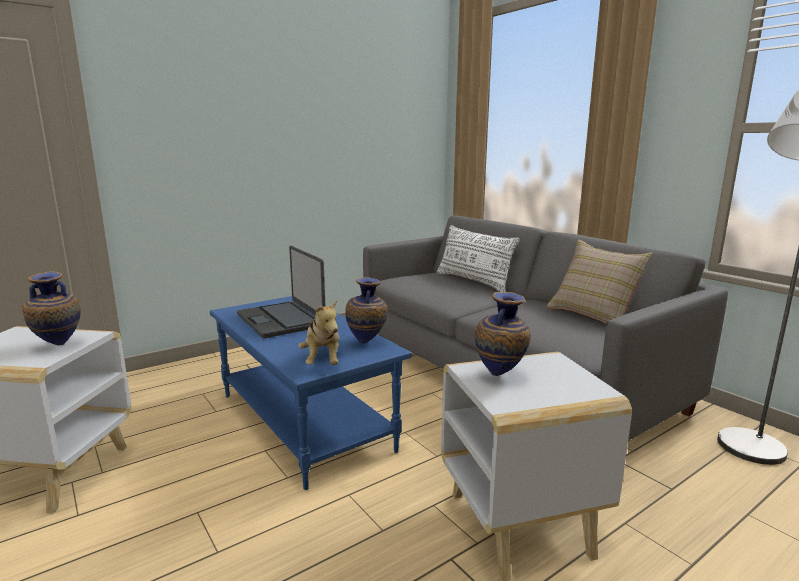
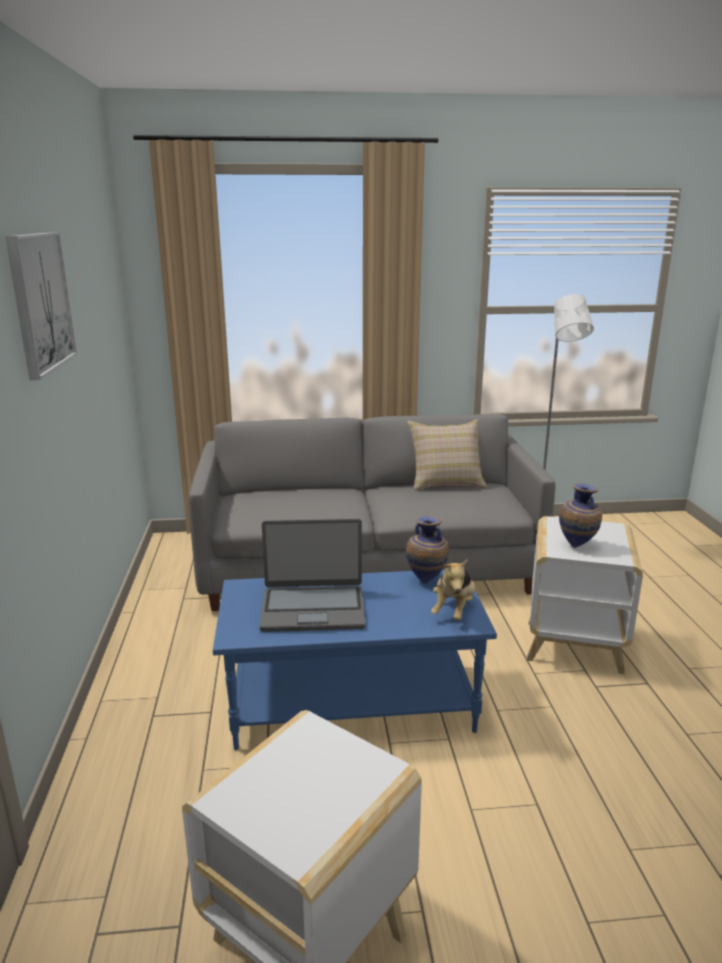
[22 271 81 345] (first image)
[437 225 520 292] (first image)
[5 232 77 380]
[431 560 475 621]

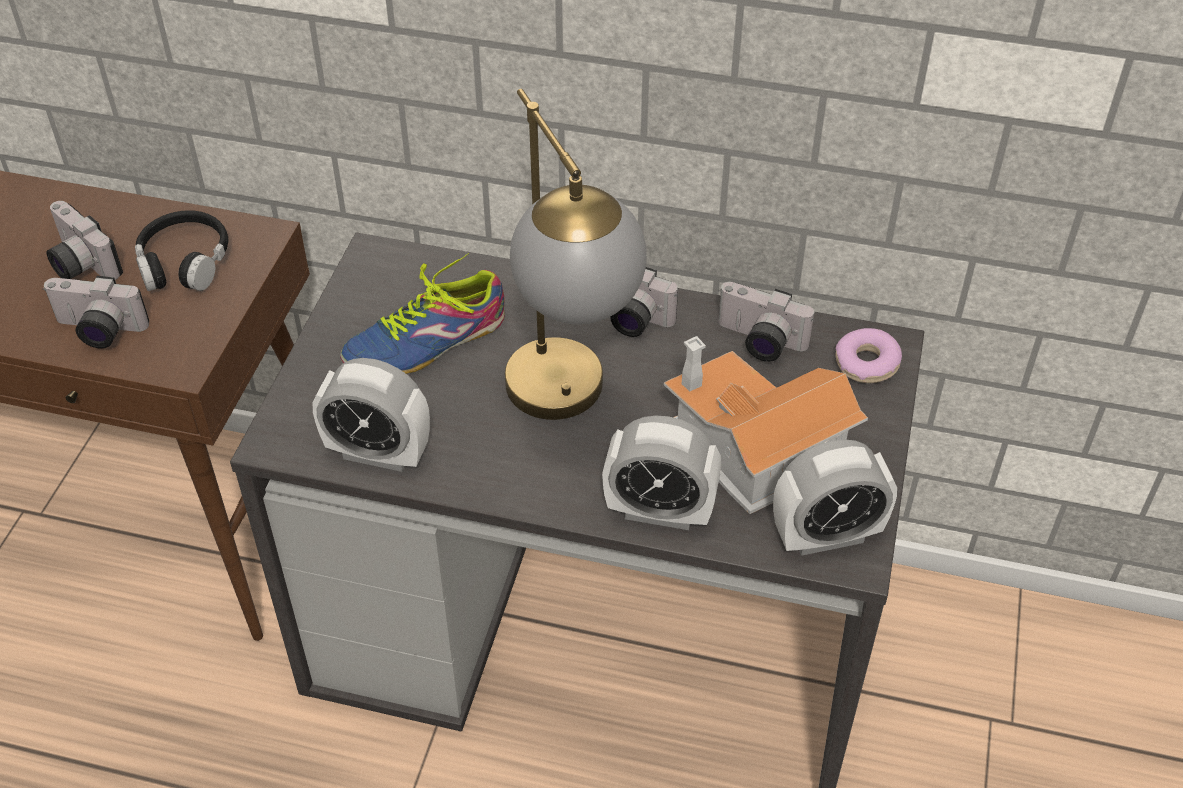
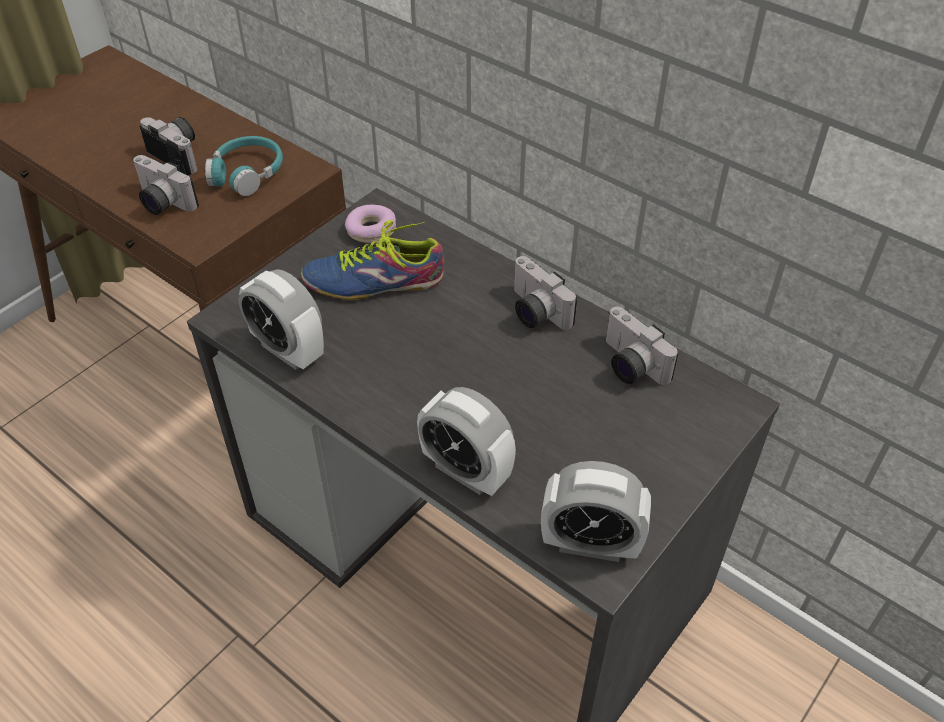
[505 89 647 420] (first image)
[664 336 868 514] (first image)
[345 205 396 243]
[205 136 283 196]
[140 117 197 175]

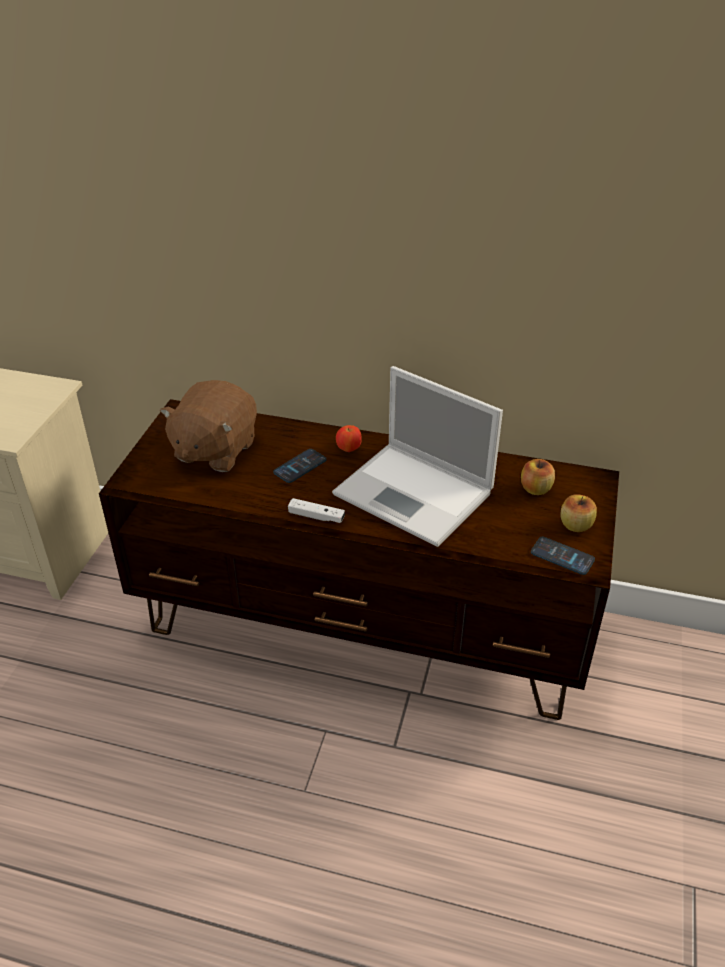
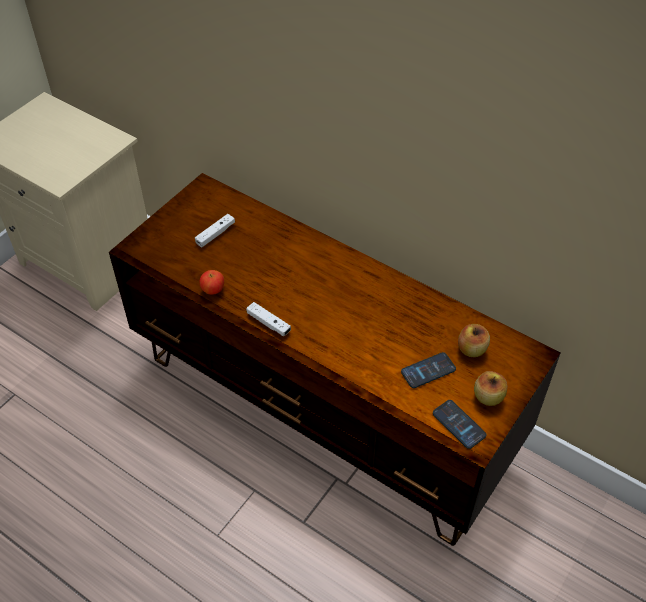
[332 366 503 547] (first image)
[401 352 456 388]
[199 270 224 295]
[195 214 235 247]

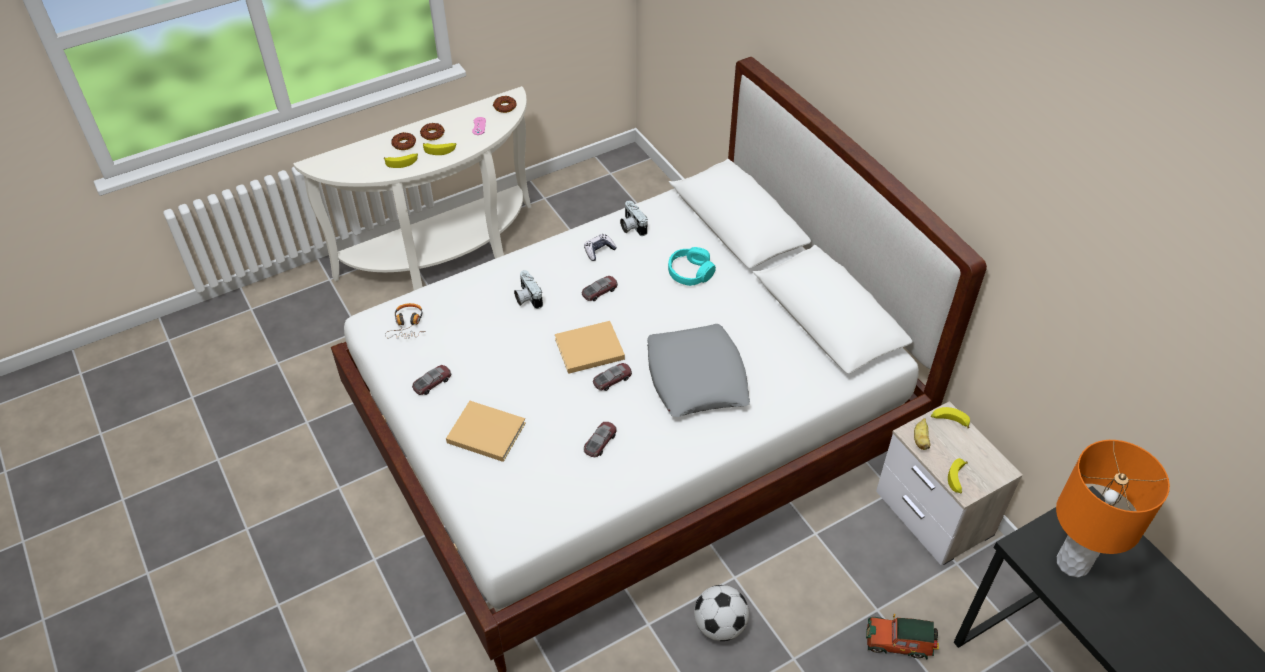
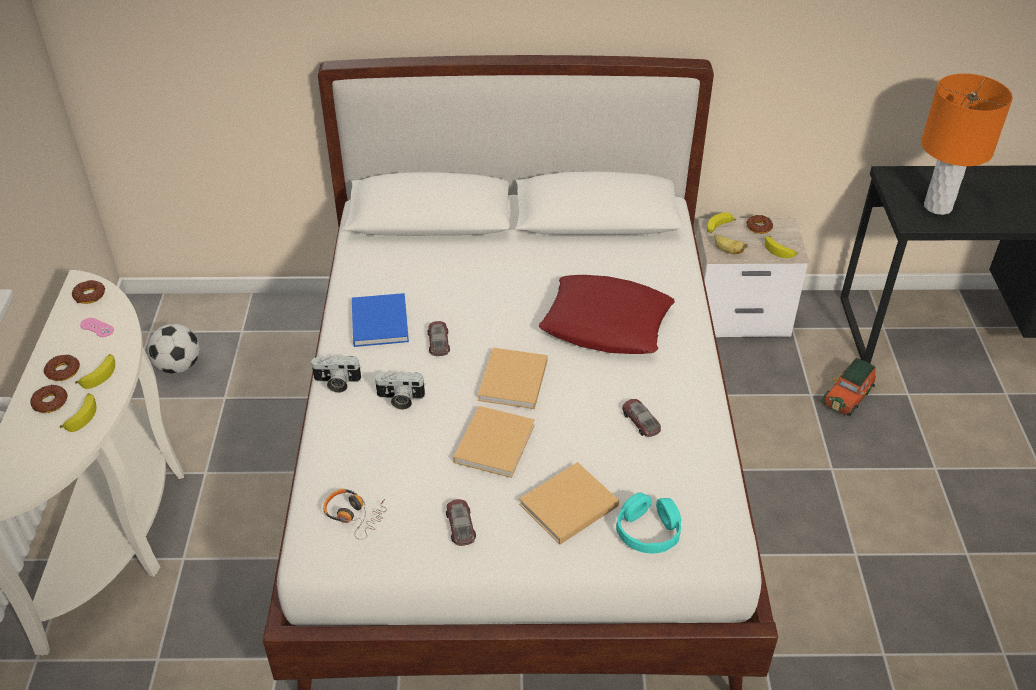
[593 363 632 391] (first image)
[453 406 535 478]
[747 215 773 234]
[310 356 362 393]
[616 492 681 553]
[147 324 200 374]
[352 293 409 347]
[539 275 675 354]

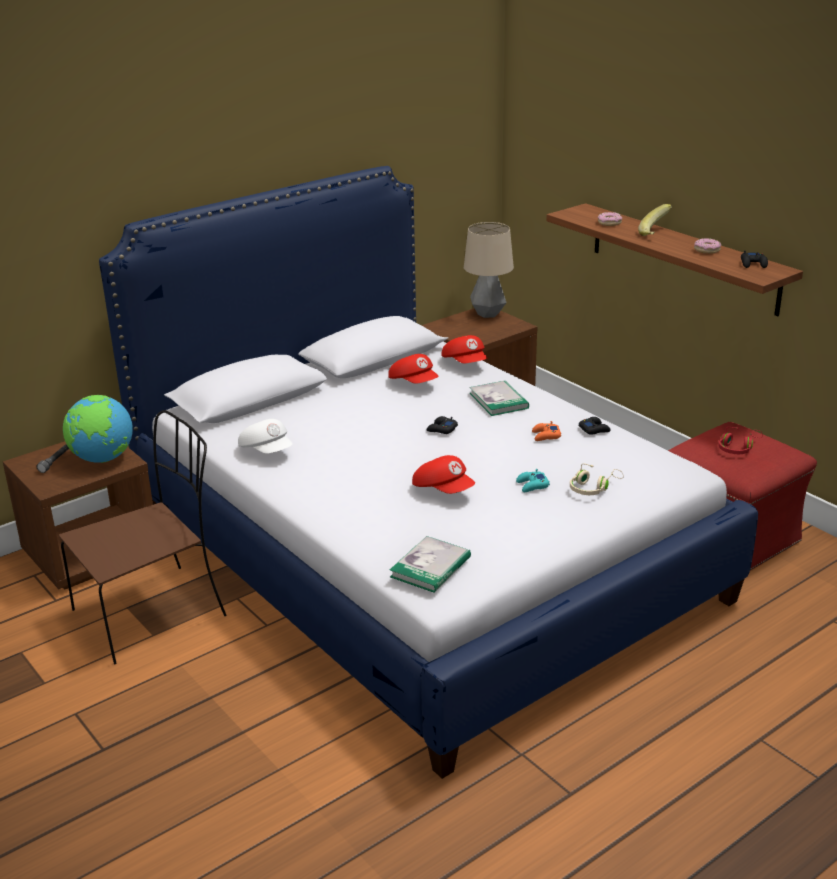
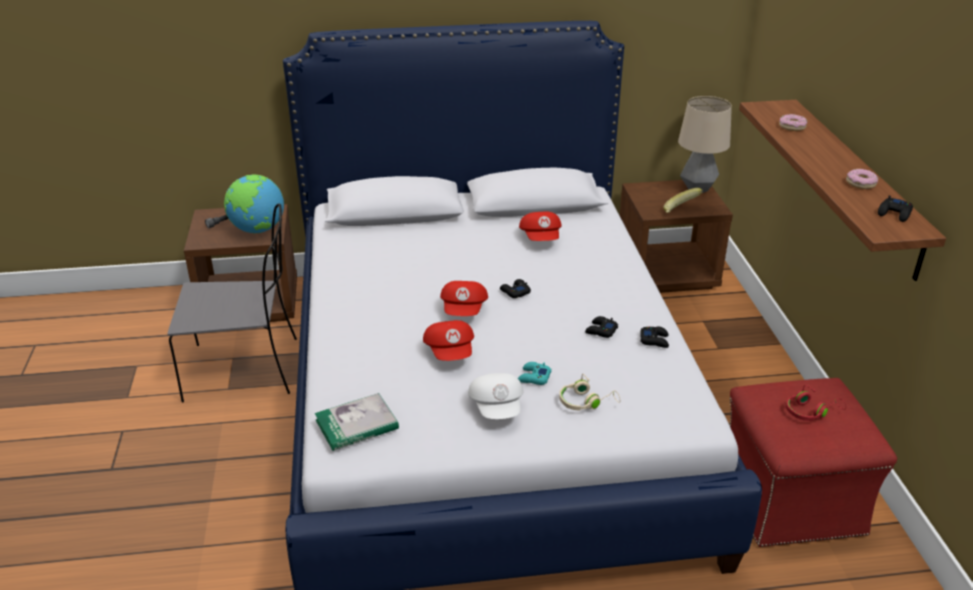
[469 381 529 416] (first image)
[468 373 523 419]
[440 281 488 316]
[663 188 703 213]
[167 204 297 403]
[585 316 618 338]

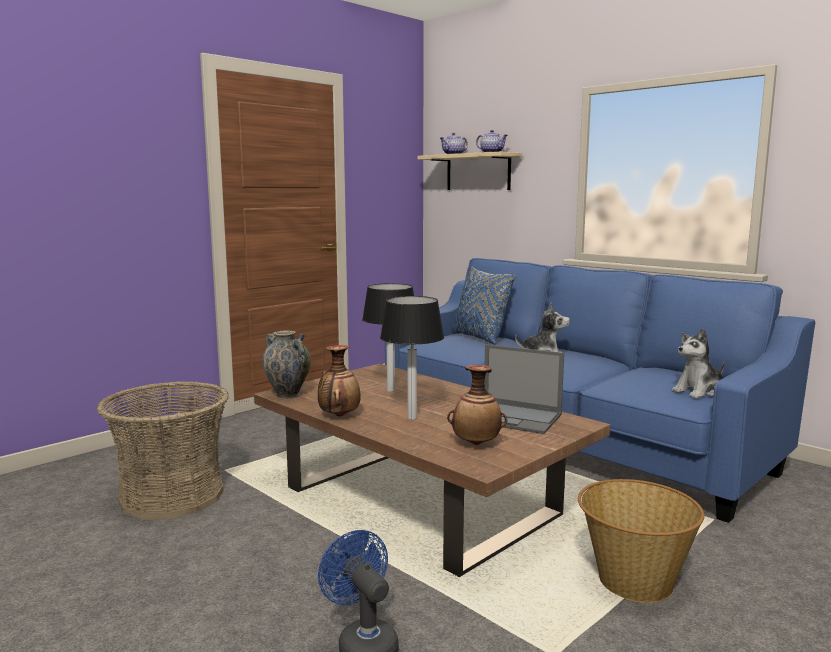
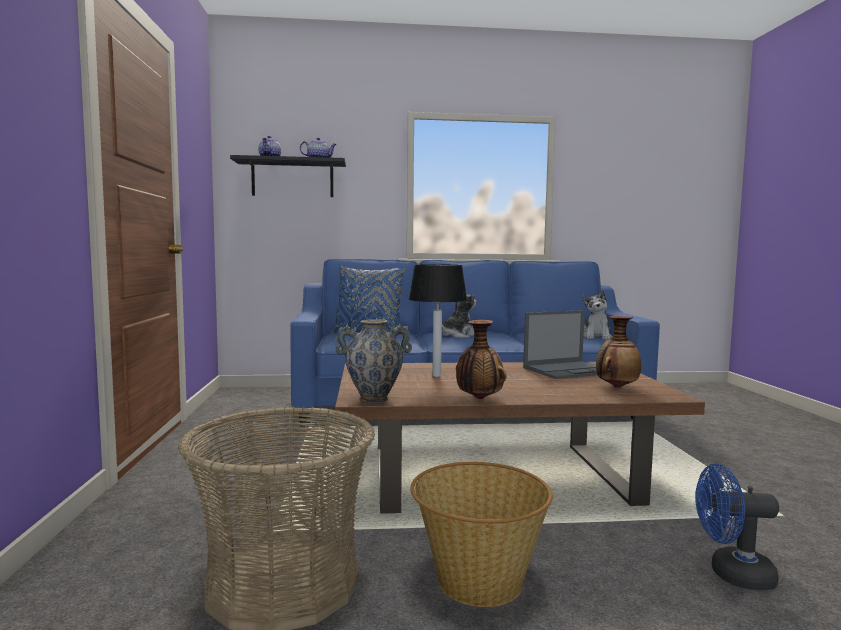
[380 296 444 420] (first image)
[410 462 553 607]
[230 155 346 197]

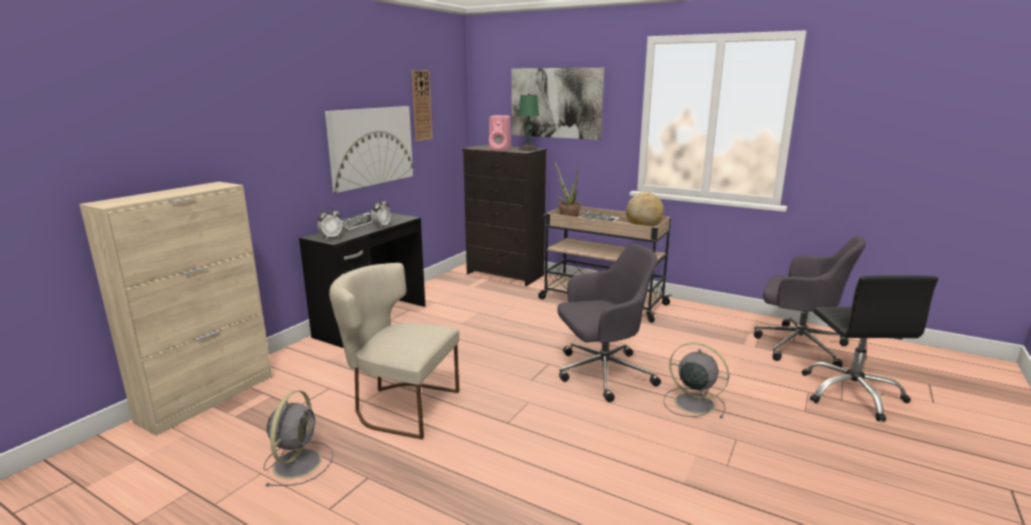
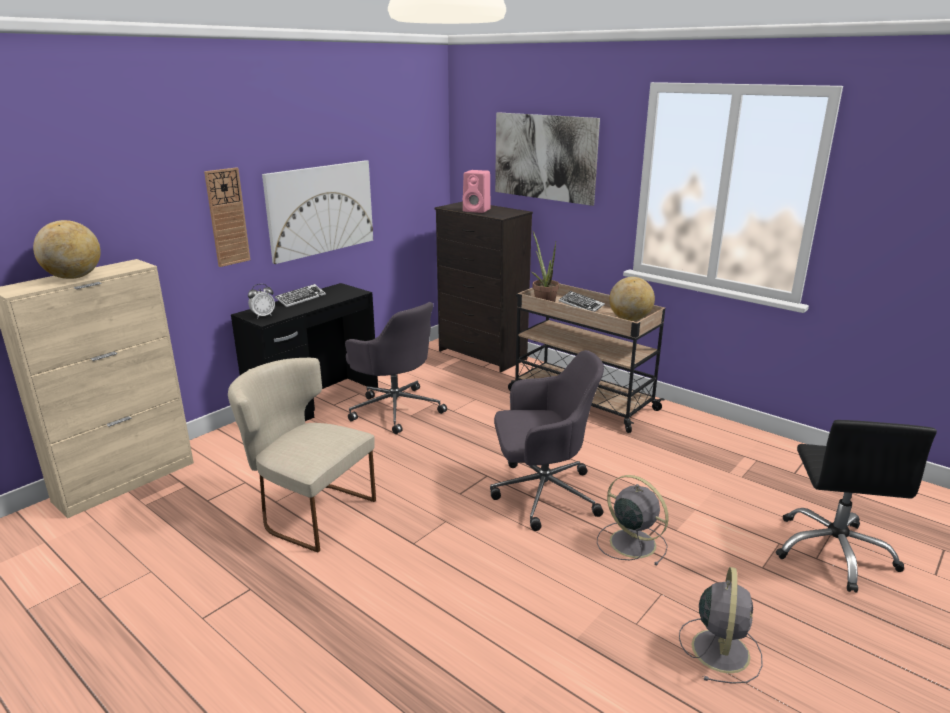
[371 198 390 227] (first image)
[518 93 539 151] (first image)
[33 220 101 279]
[679 567 763 684]
[204 167 250 267]
[345 302 447 434]

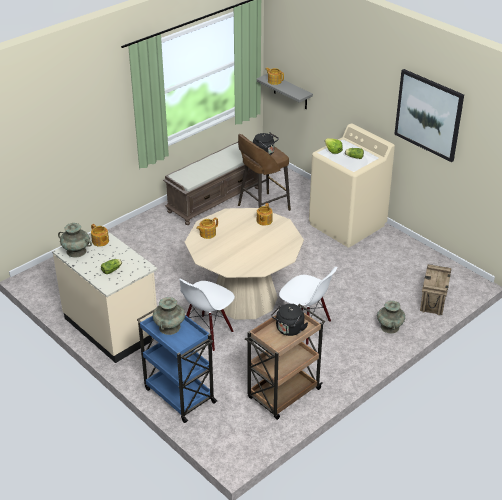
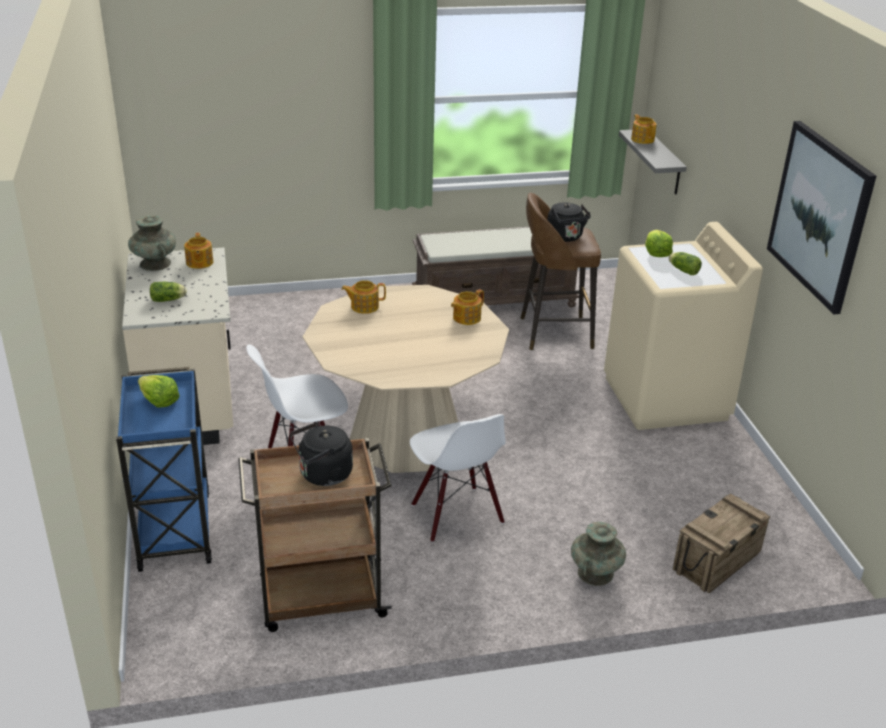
[138 375 180 408]

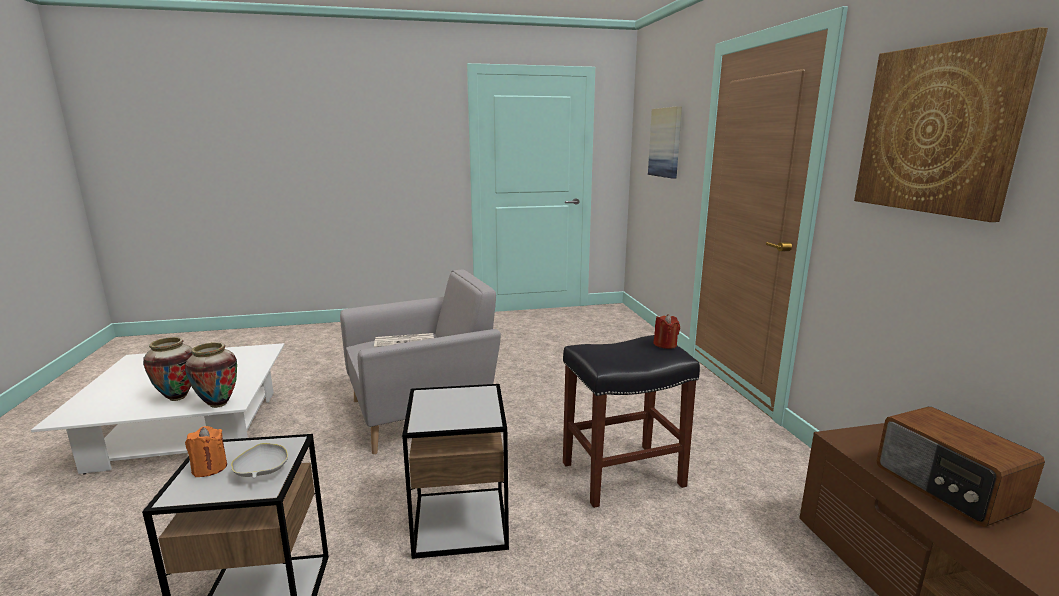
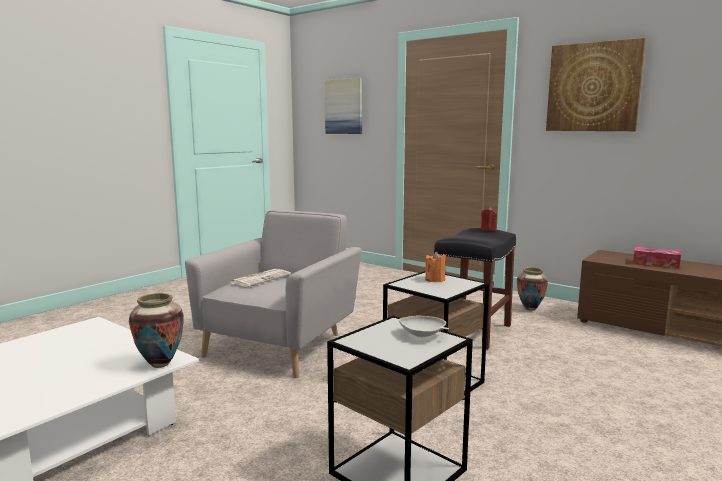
[517 267 548 311]
[425 252 446 282]
[633 247 681 269]

